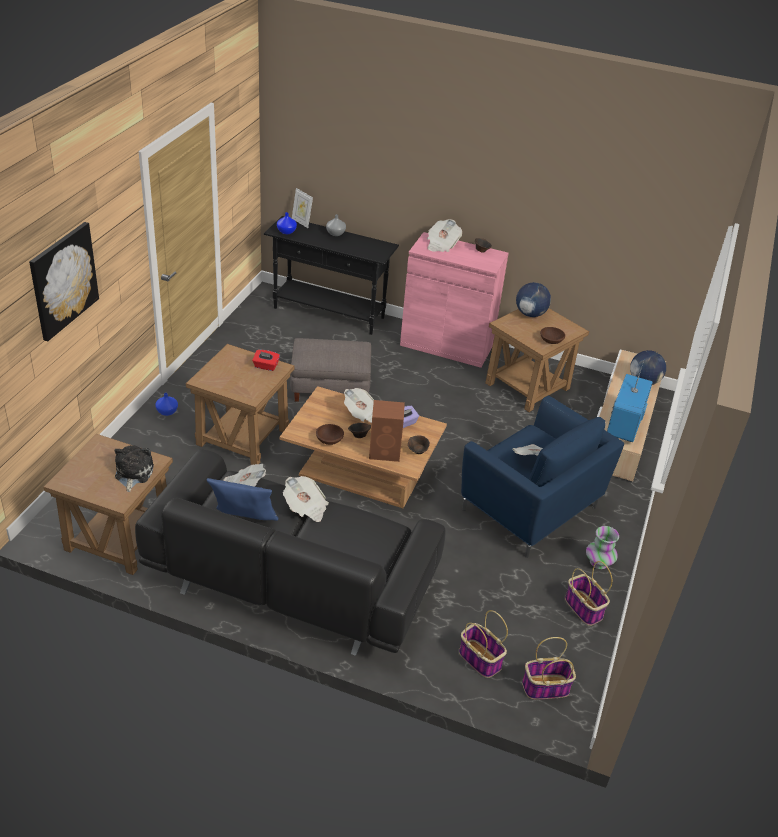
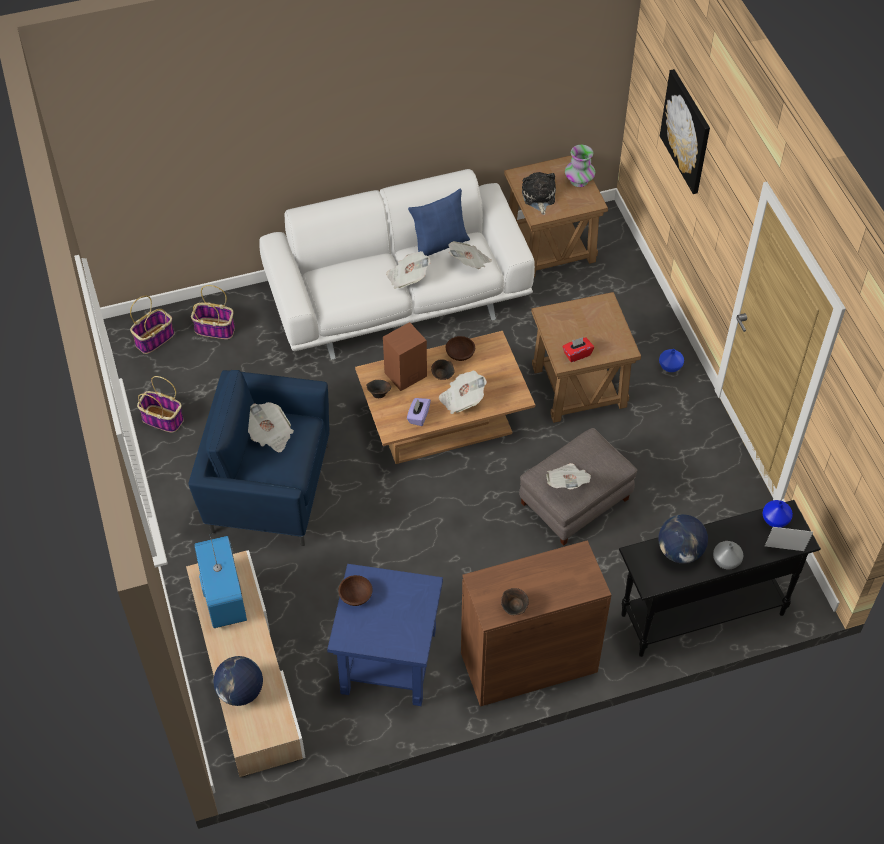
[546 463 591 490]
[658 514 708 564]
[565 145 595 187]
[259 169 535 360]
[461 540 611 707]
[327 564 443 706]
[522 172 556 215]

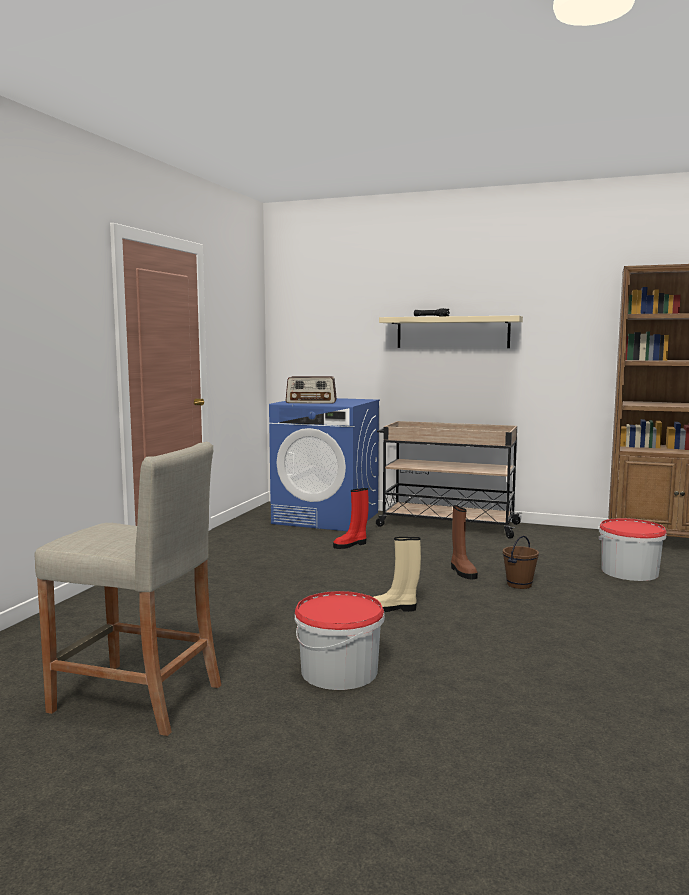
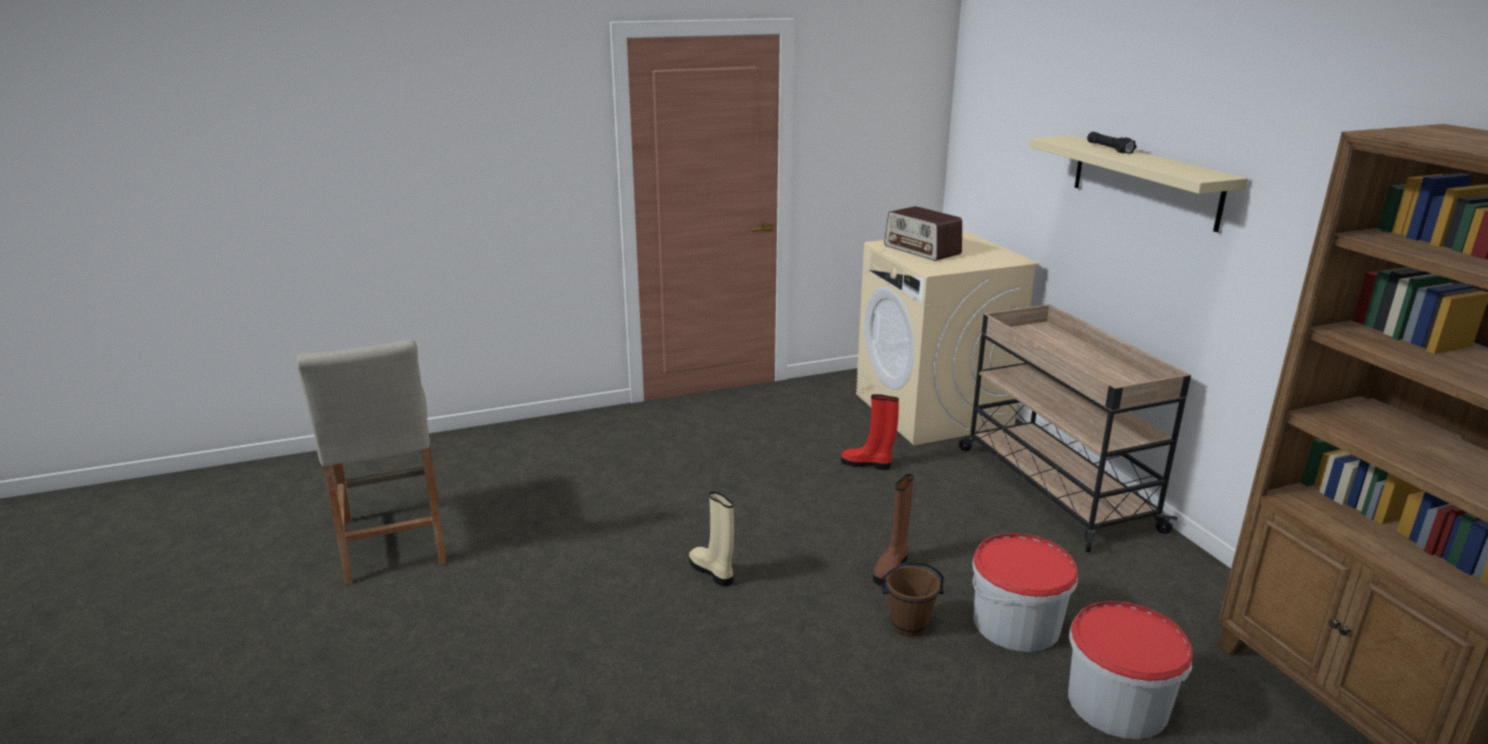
[972 533 1078 652]
[856 231 1039 445]

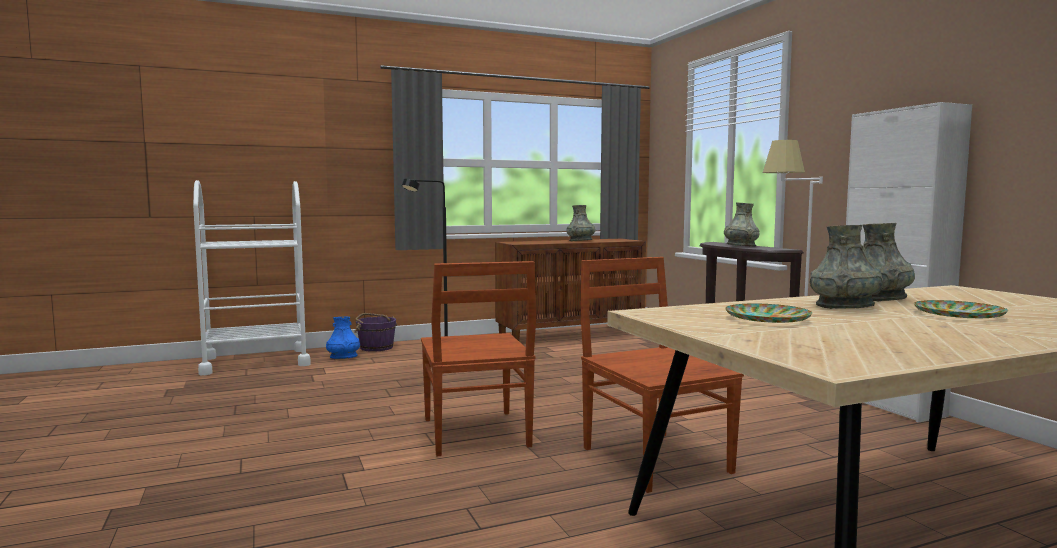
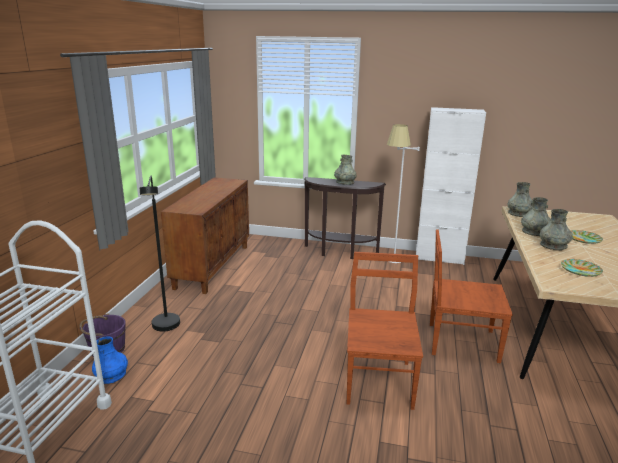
[508 182 533 217]
[347 252 423 410]

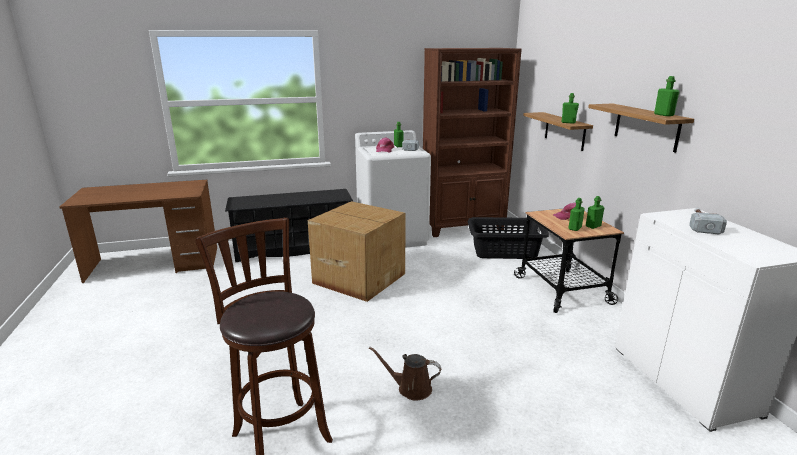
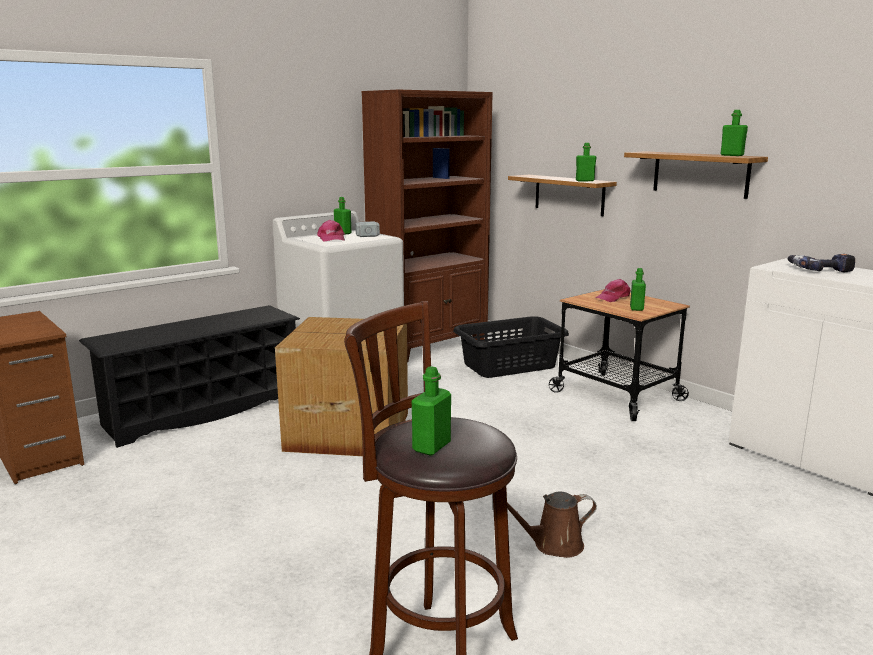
[412 366 451 455]
[788 254 855 272]

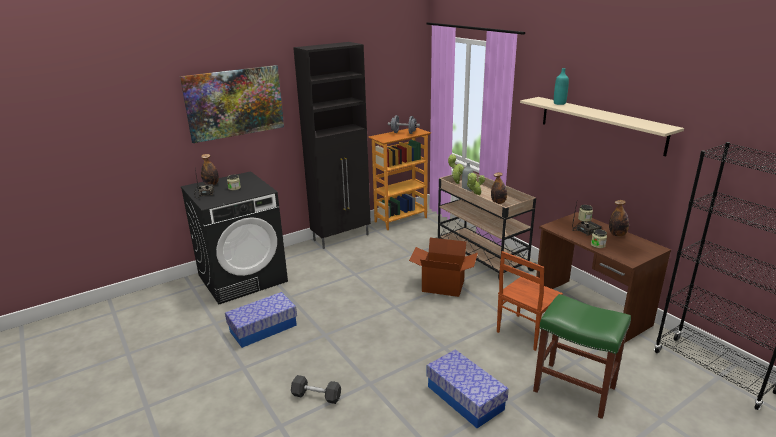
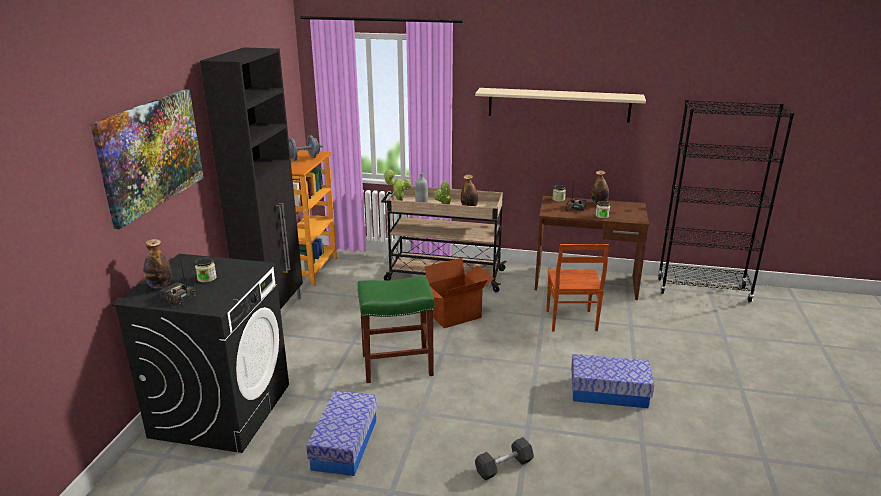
[554 68 569 105] (first image)
[357 276 435 383]

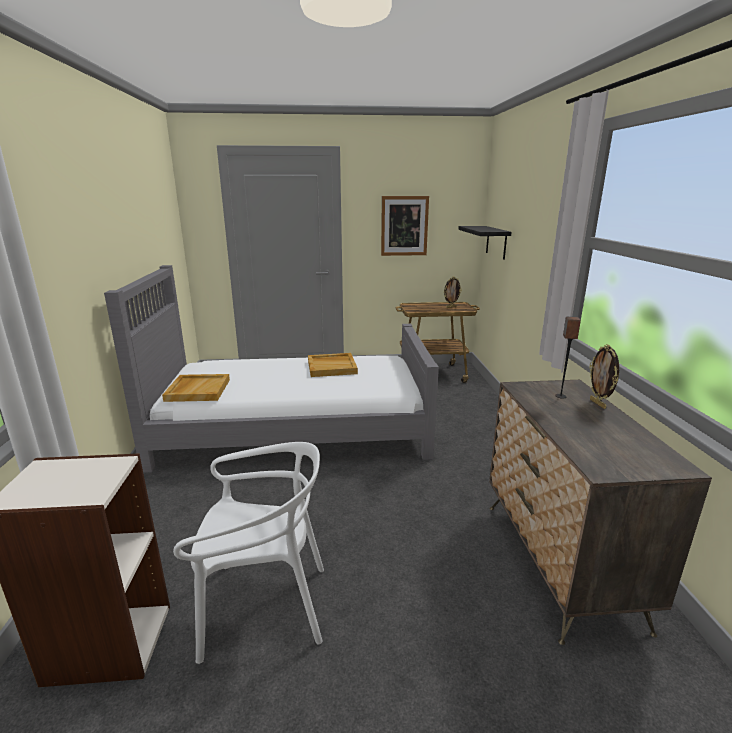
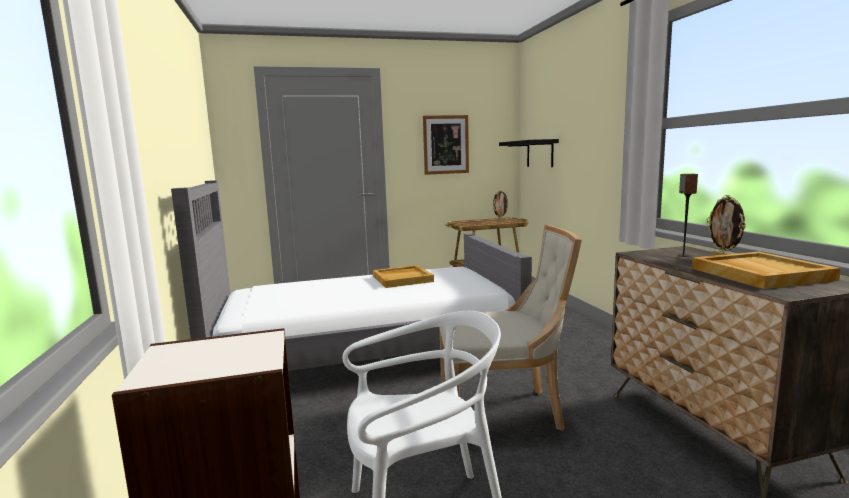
[439 225 582 431]
[692 251 841 289]

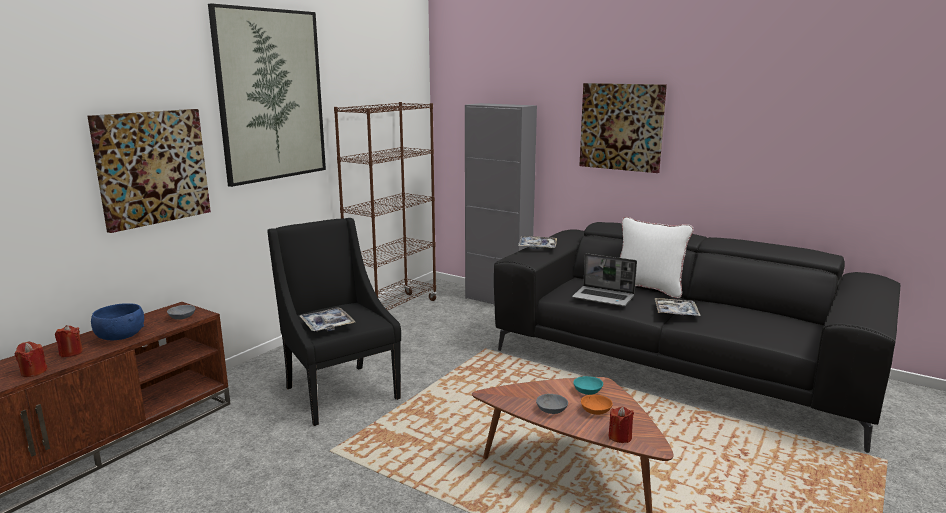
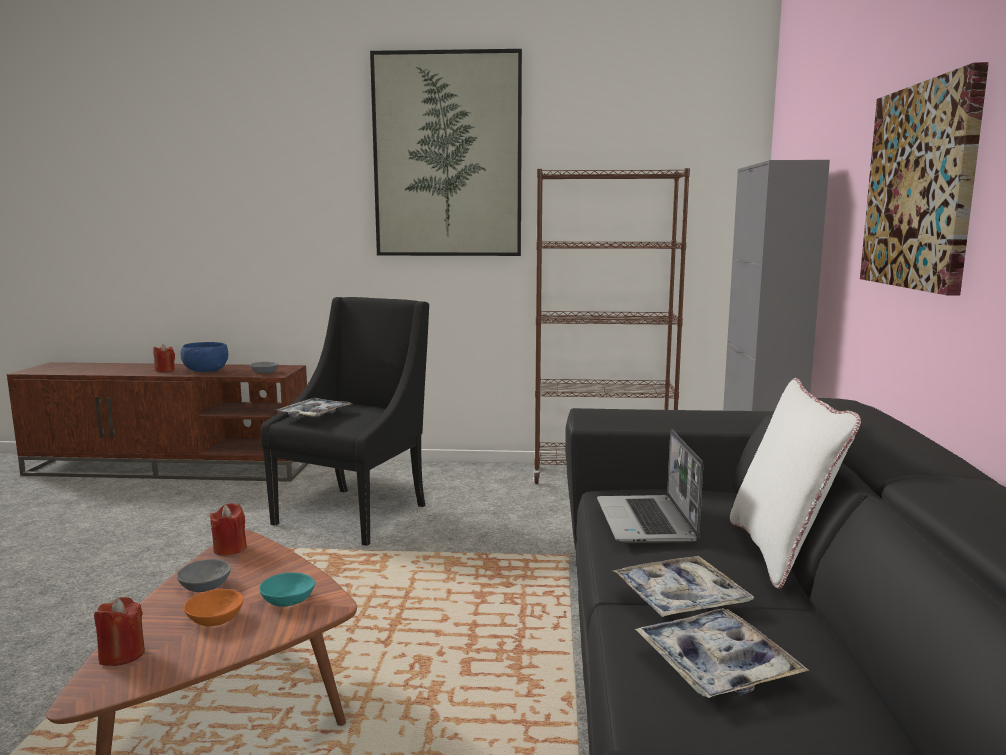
[88 109 211 233] (first image)
[210 503 247 556]
[634 608 809 698]

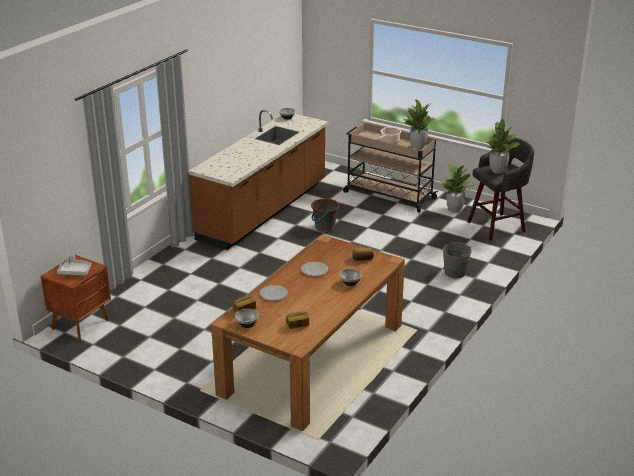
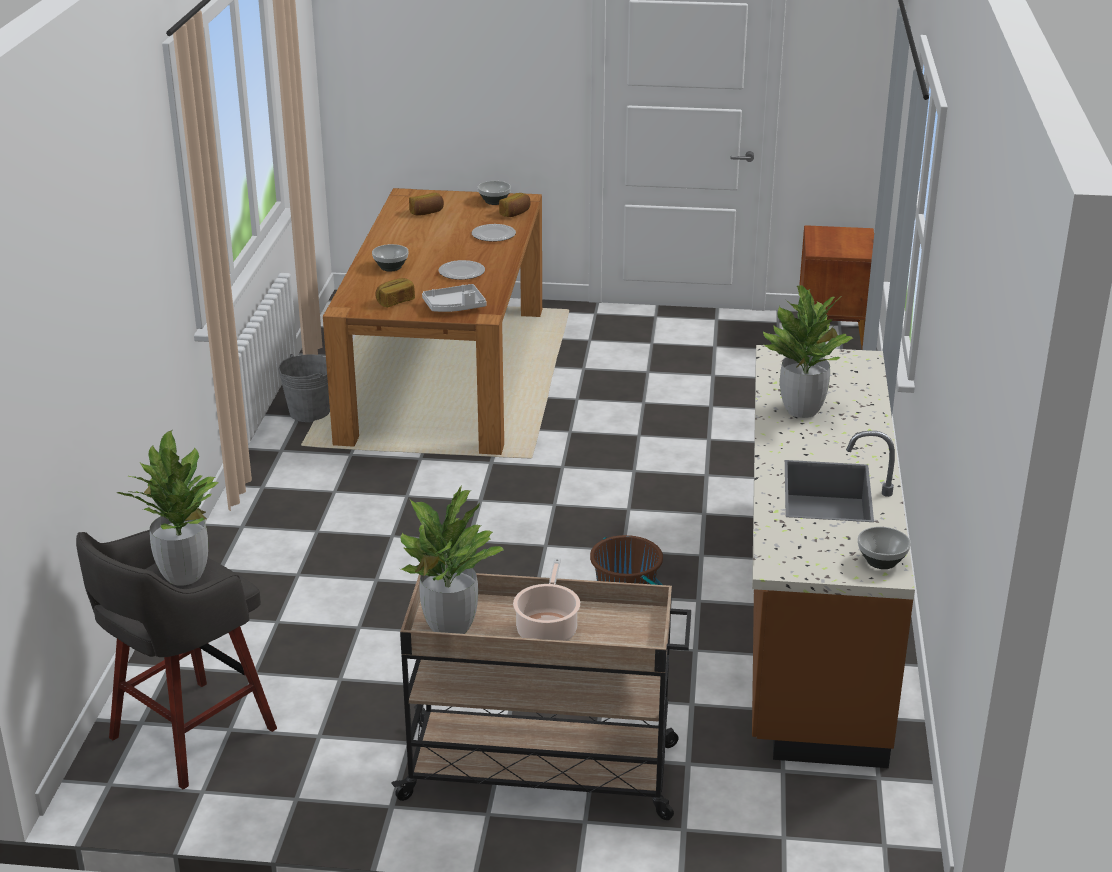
[422 284 487 312]
[763 285 853 418]
[278 354 330 422]

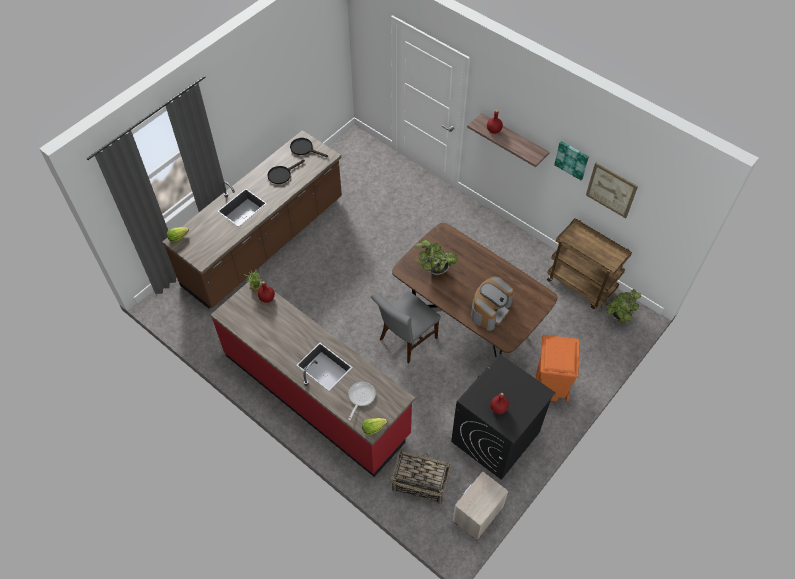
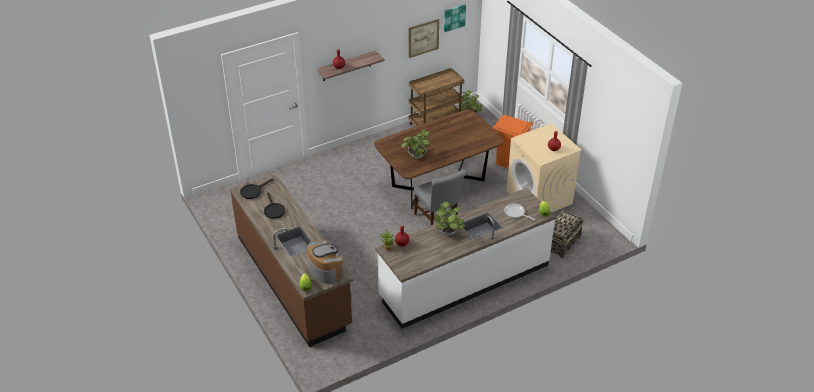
[453 472 508 540] (first image)
[434 202 465 236]
[308 240 345 284]
[444 4 466 32]
[375 188 556 329]
[507 123 582 212]

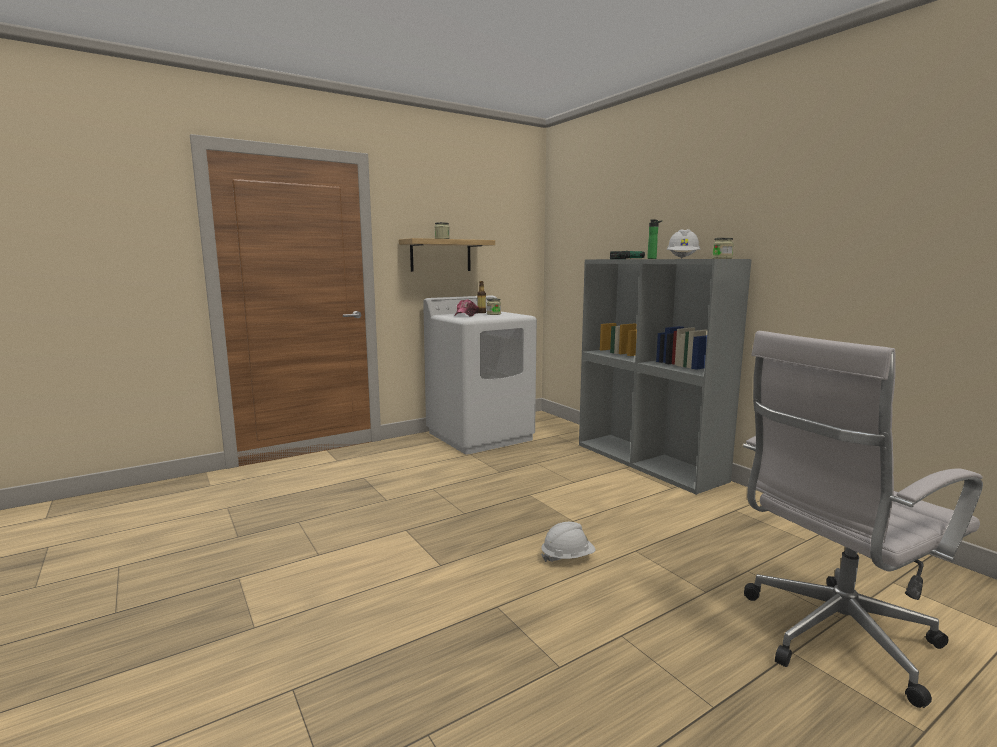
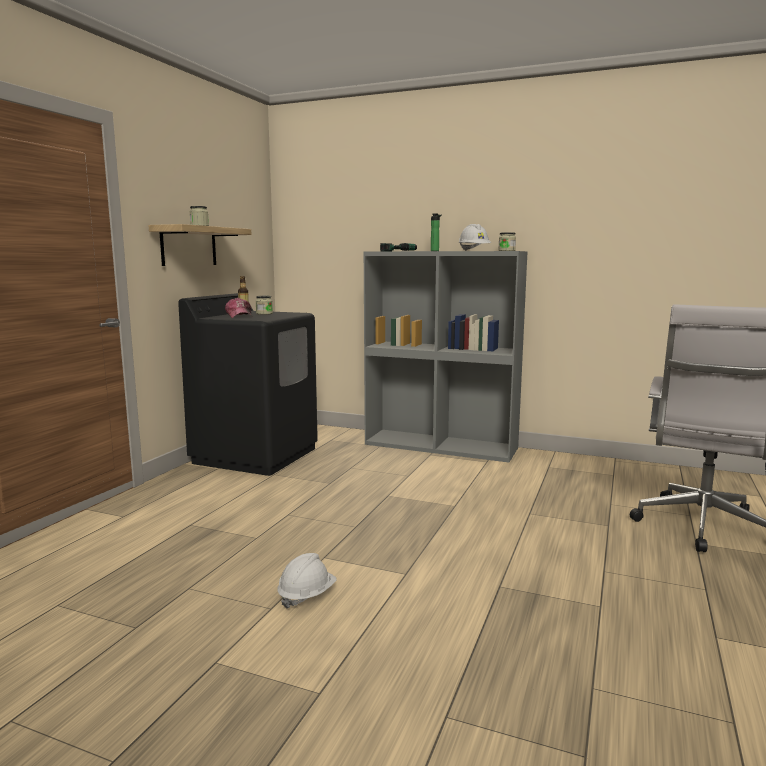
[277 553 337 609]
[178 293 318 476]

